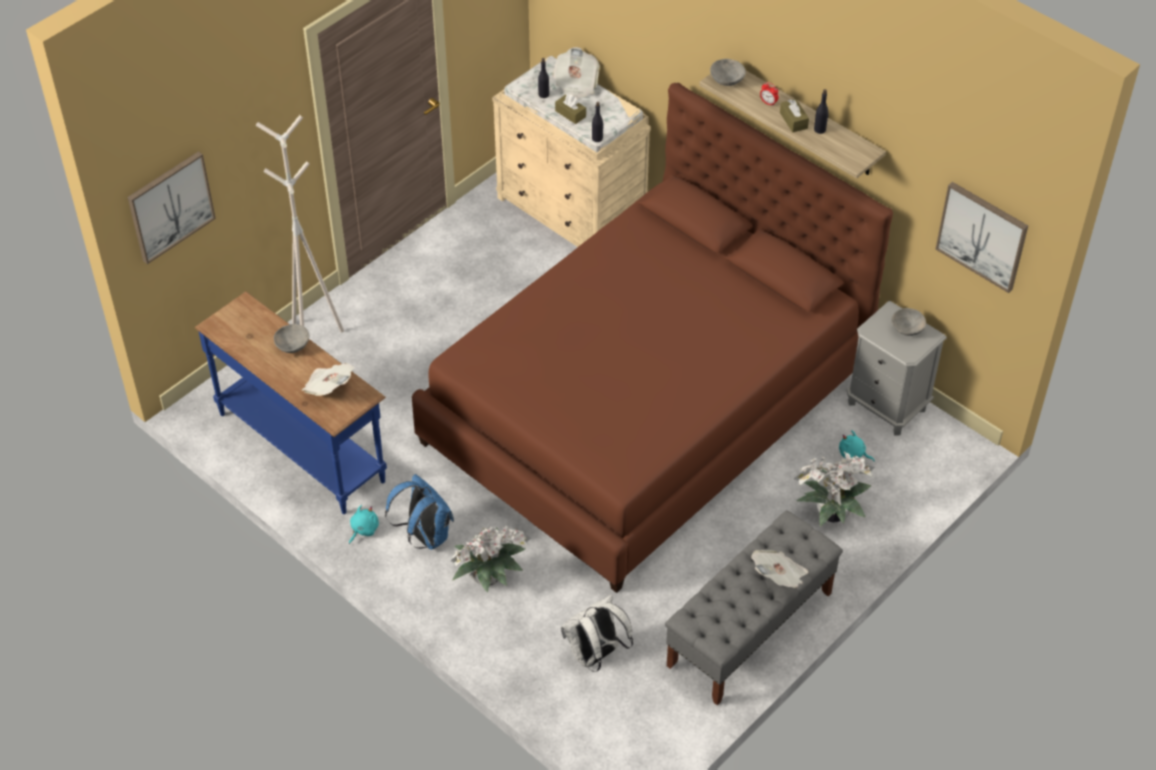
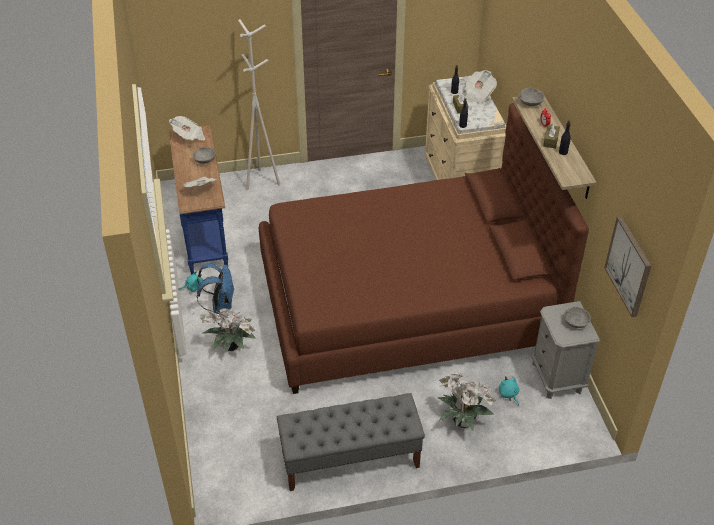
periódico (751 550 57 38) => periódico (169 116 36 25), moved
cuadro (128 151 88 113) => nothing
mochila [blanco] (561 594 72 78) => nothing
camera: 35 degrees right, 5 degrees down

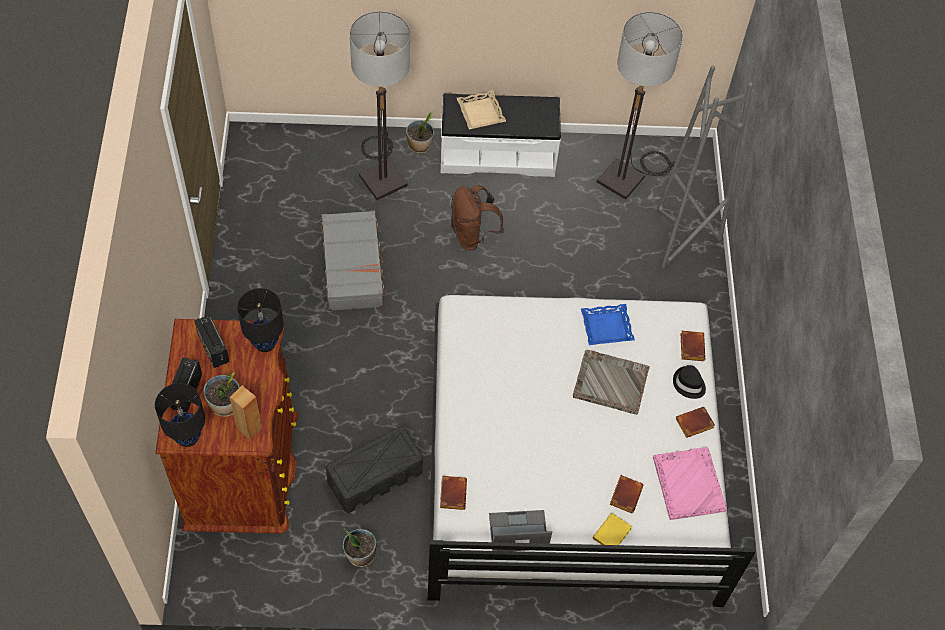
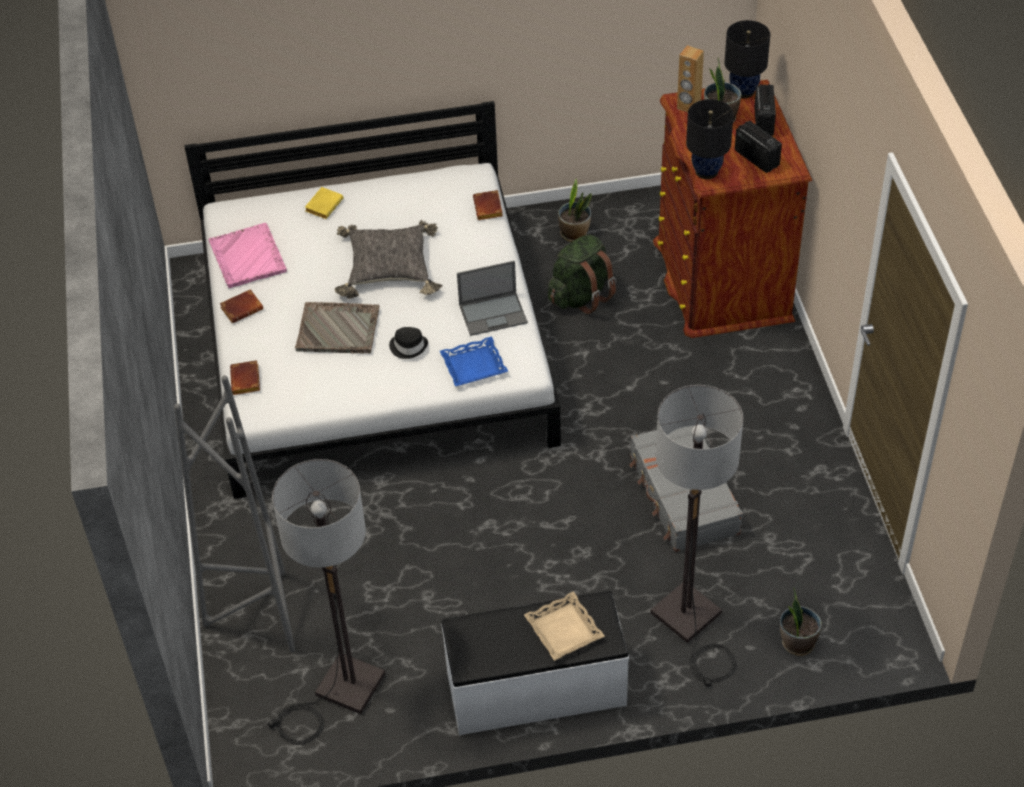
nothing => cojín (334 220 109 79)
sombrero [negro] (673 365 33 34) => sombrero [negro] (389 327 39 32), moved
bandeja [azul] (581 304 54 41) => bandeja [azul] (440 336 68 50), moved
portátil (489 510 63 41) => portátil (457 261 71 75), moved
caja de almacenaje [negro] (326 426 97 87) => mochila [verde] (548 234 68 80)
planta en maceta (406 112 28 42) => planta en maceta (780 587 42 69), moved
mochila [marrón] (450 185 54 66) => nothing
libro [marrón] (609 475 35 38) => nothing
camera: 175 degrees right, 10 degrees down

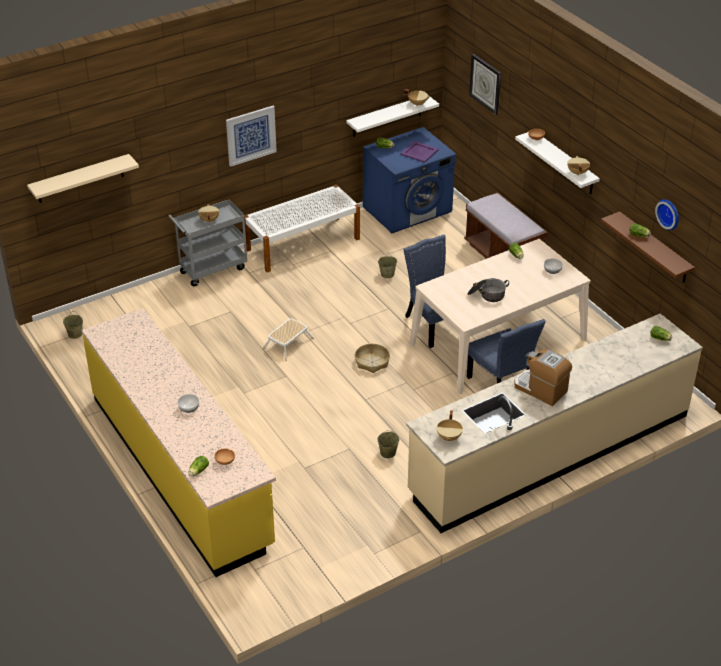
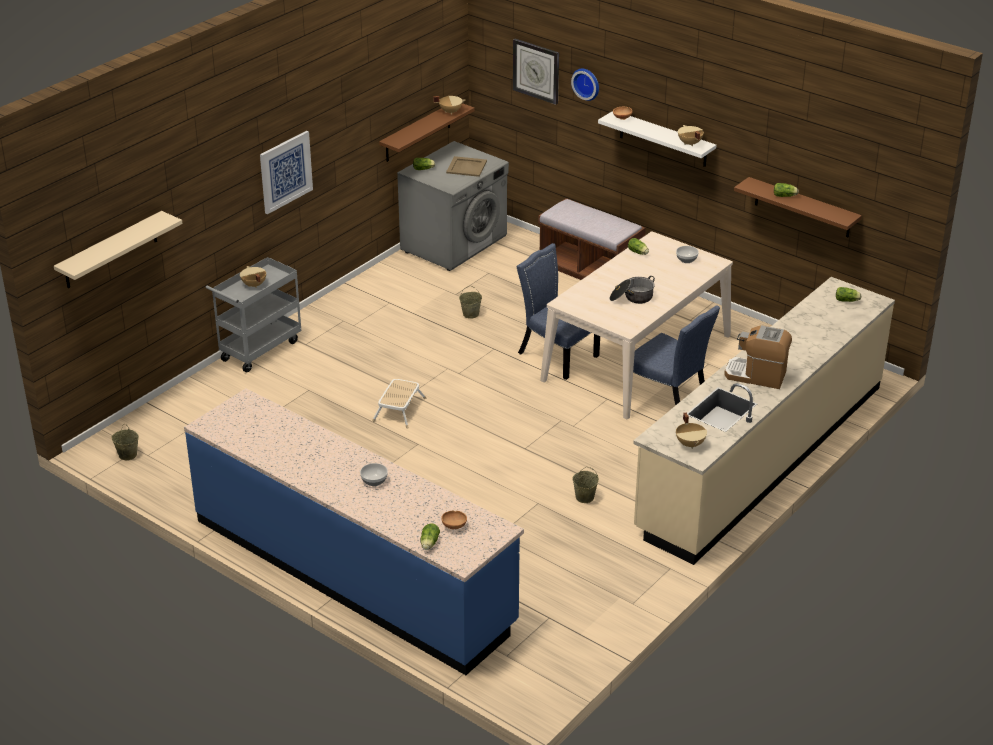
mueble bajo de cocina [amarillo] (82 308 194 269) => mueble bajo de cocina [azul] (184 388 340 287)
estante [blanco] (346 95 93 42) => estante [marrón] (379 104 96 58)
lavadora [azul] (363 127 93 107) => lavadora [gris] (397 141 112 130)
bandeja [morado] (400 141 39 22) => bandeja [beis] (446 156 41 21)
reloj de pared (655 199 24 31) => reloj de pared (571 69 28 32), moved
banco [blanco] (244 185 116 88) => nothing
cesta (355 344 35 29) => nothing
camera: 20 degrees left, 5 degrees down

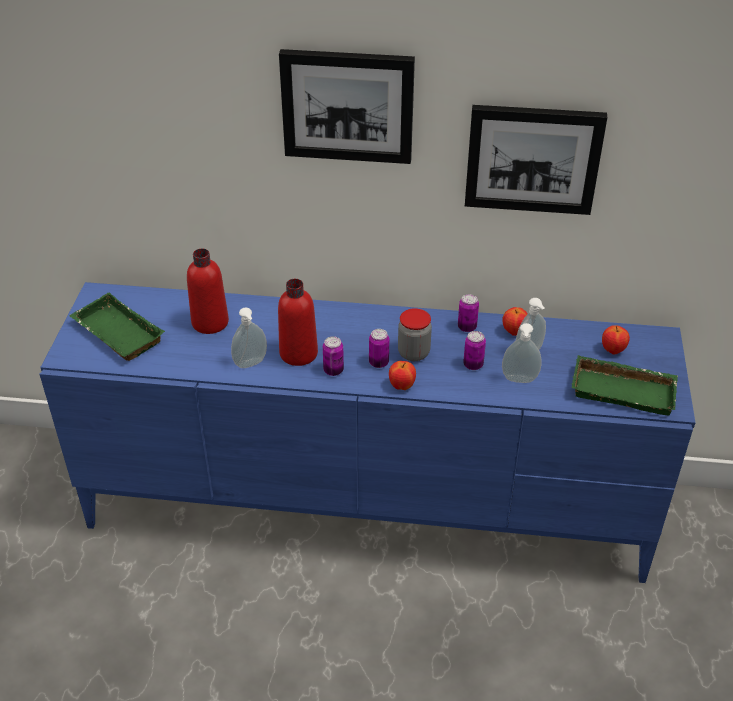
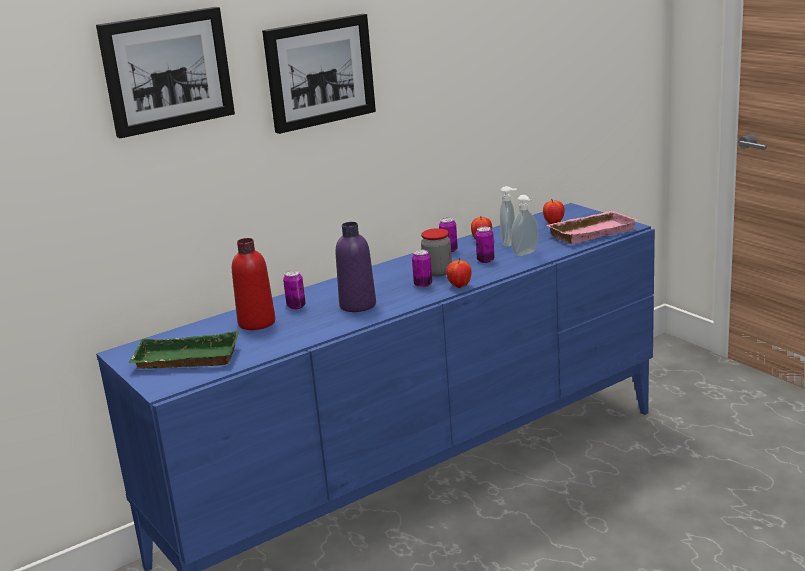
cuadro (465 105 142 110) => cuadro (96 7 139 131), moved
lata (323 336 21 40) => lata (283 270 23 40), moved
botella [rojo] (278 279 40 87) => botella [morado] (335 222 41 90)
bandeja [verde] (572 355 106 61) => bandeja [rosa] (547 211 90 33)
dispensador de jabón (231 308 36 60) => nothing
camera: 40 degrees left, 20 degrees down

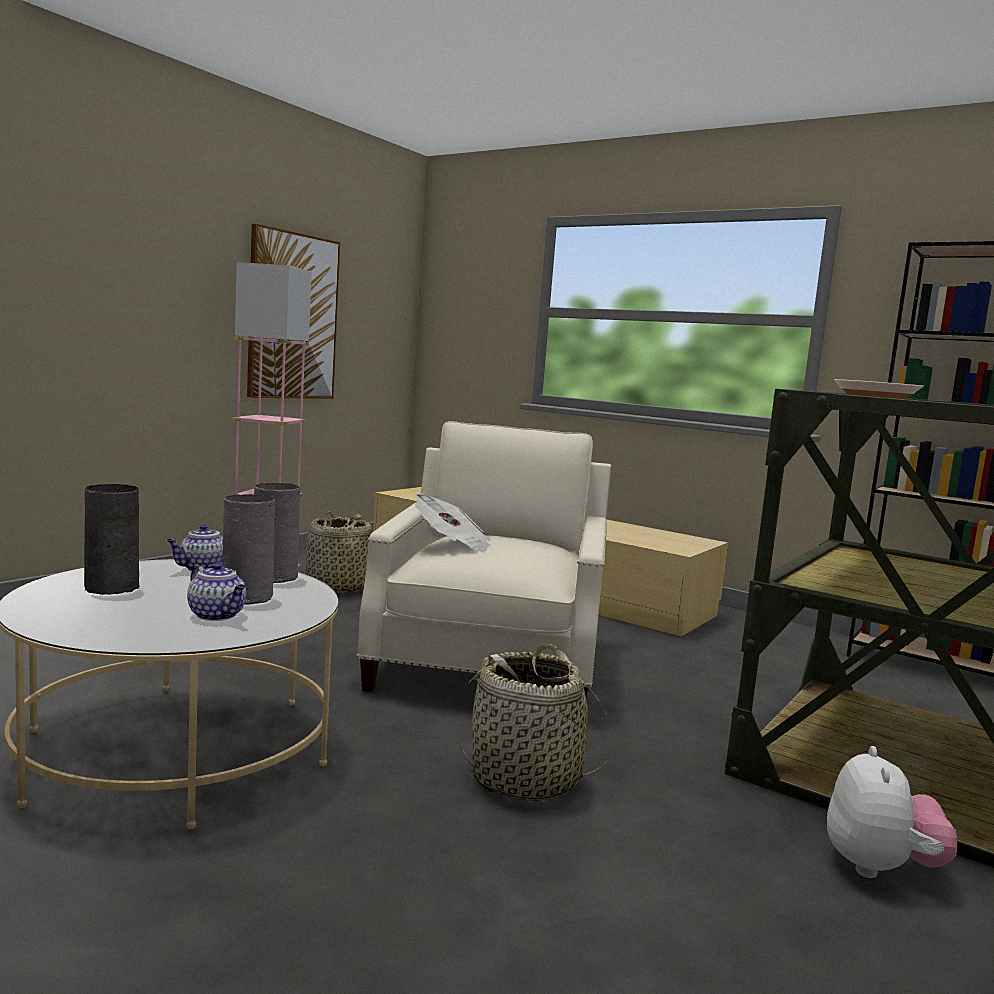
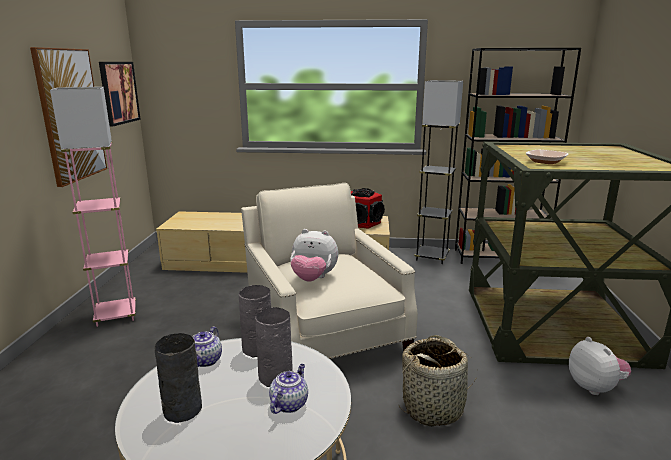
nothing => cuadro (99 62 42 65)
tetera (187 562 59 59) => tetera (269 364 39 50), 75 degrees counterclockwise
periódico (415 493 75 60) => peluche (290 229 48 53)
nothing => altavoz (351 188 34 41)
nothing => lámpara de pie [gris] (415 80 48 184)
cesta (306 512 66 81) => nothing
camera: 30 degrees left, 10 degrees up

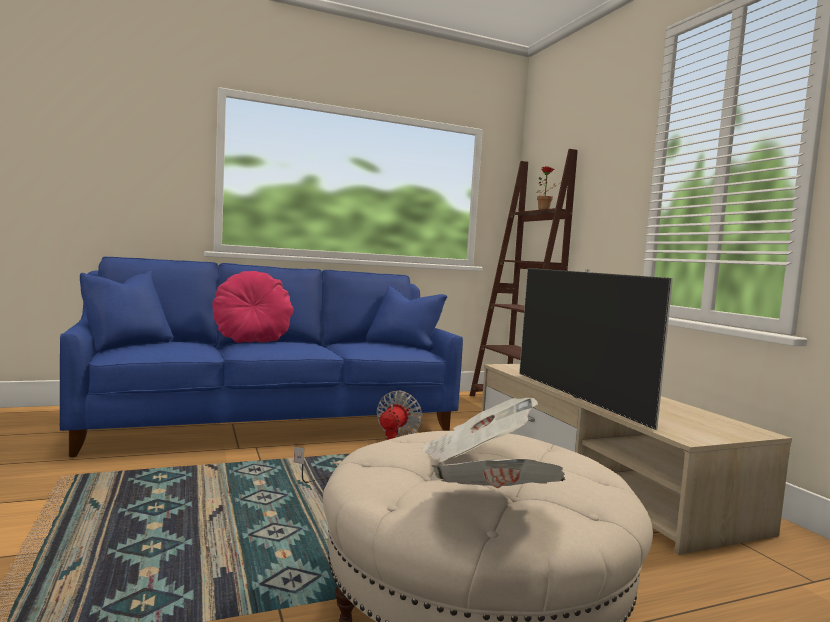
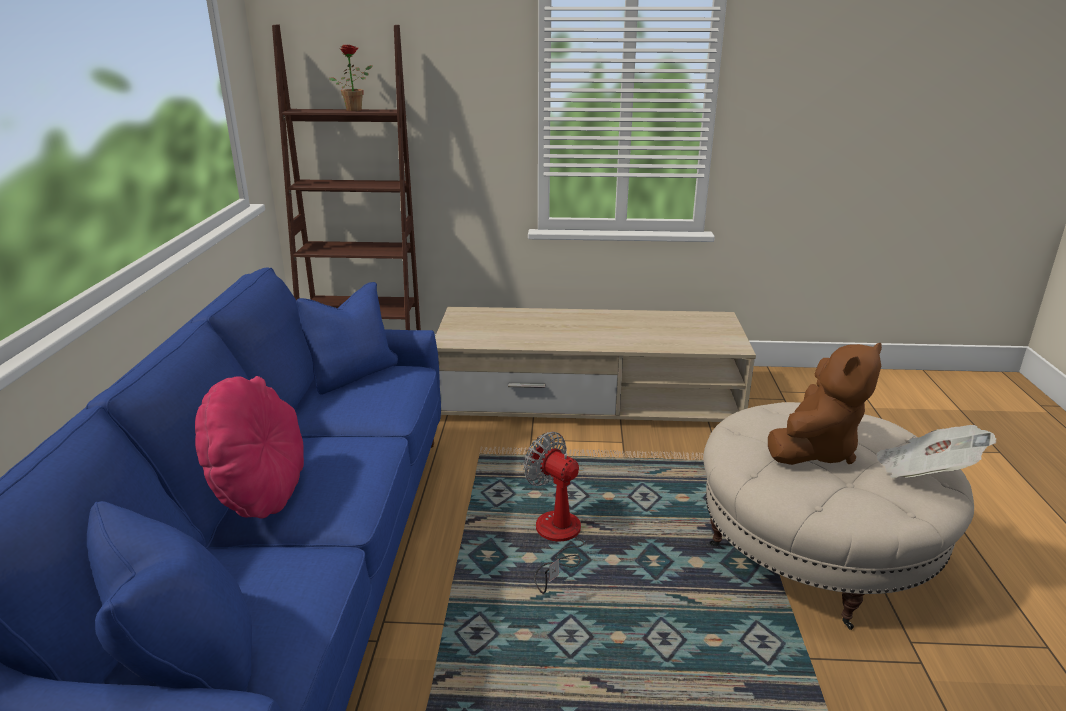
periódico (422 398 116 64) => peluche [marrón] (768 343 114 122)
televisor (519 268 154 162) => nothing
camera: 65 degrees left, 20 degrees up

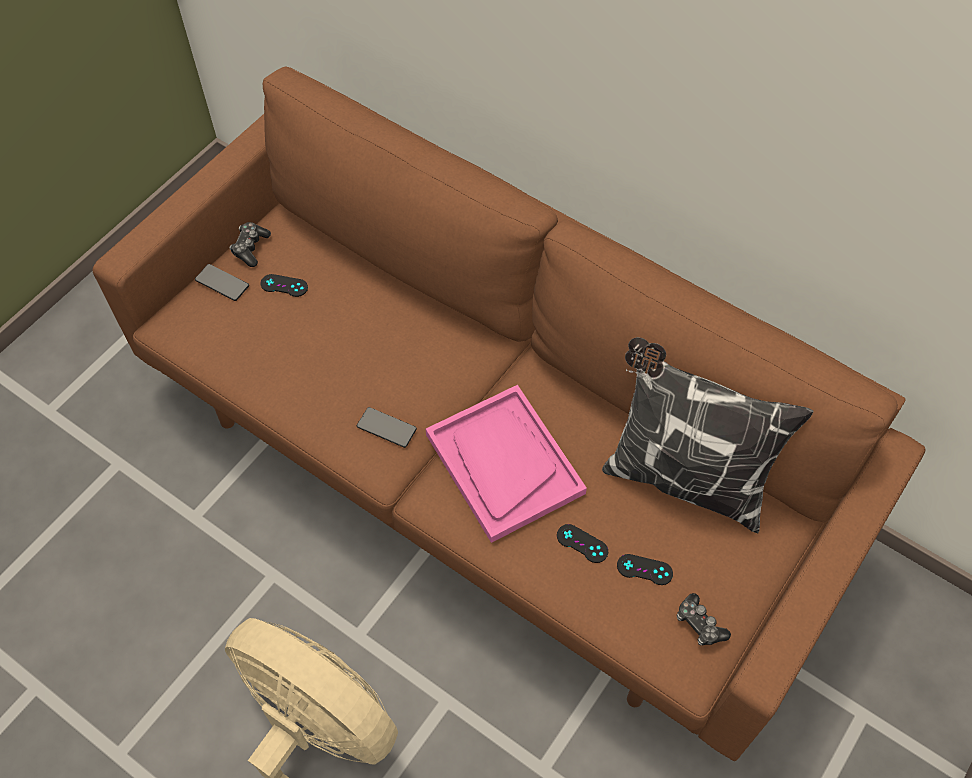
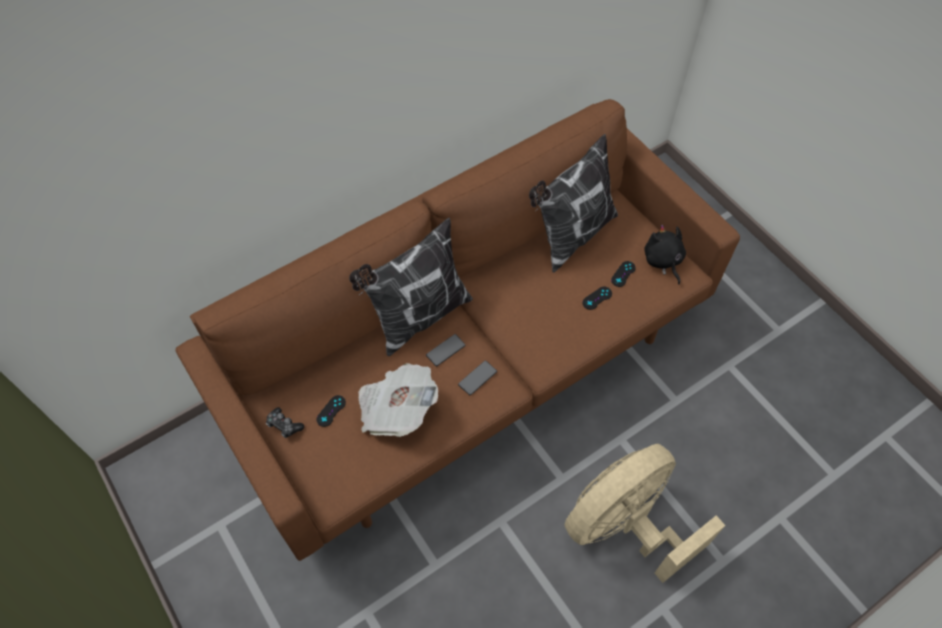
nothing => cojín (349 218 124 138)
nothing => periódico (358 363 80 74)
móvil (195 264 54 37) => móvil (426 334 40 32), moved
mando de consola (677 593 54 53) => peluche [negro] (645 225 41 60)
bandeja [rosa] (426 385 161 158) => nothing
camera: 70 degrees left, 0 degrees up

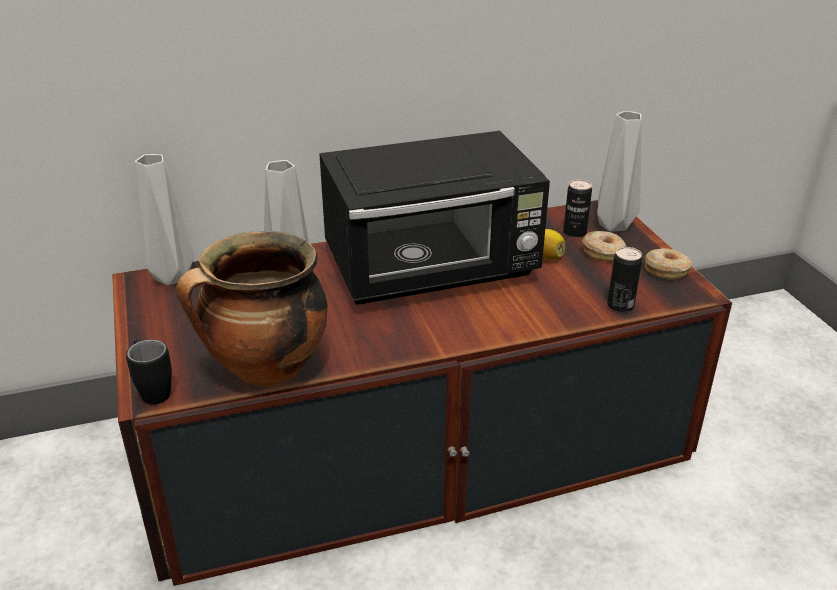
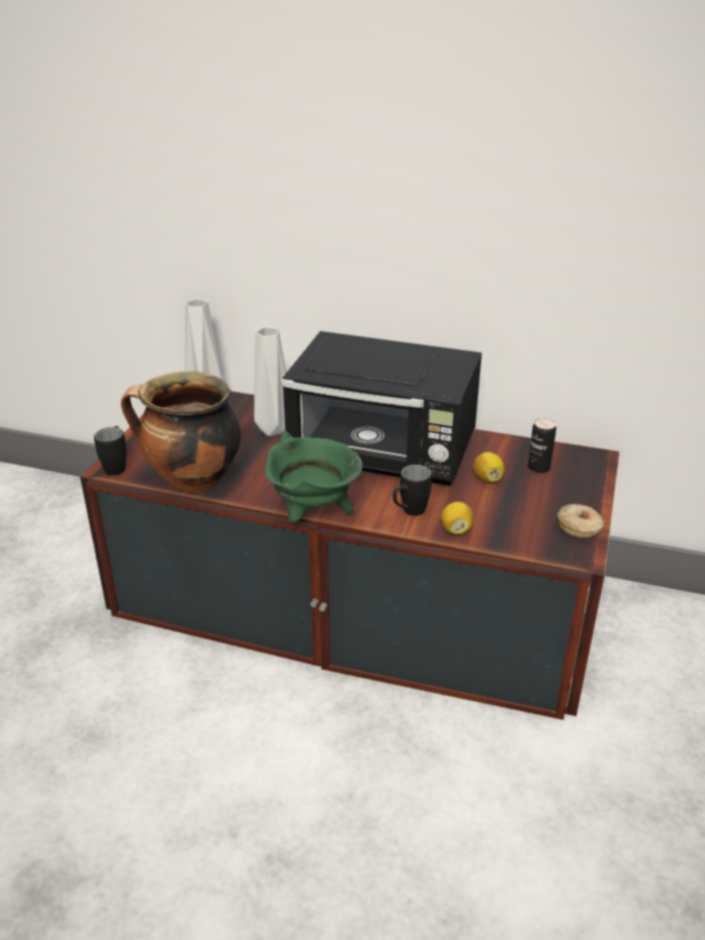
nothing => olla [verde] (265 430 98 91)
nothing => taza grande [negro] (393 465 39 51)
nothing => limón (441 502 33 33)
rosquilla (582 231 45 30) => nothing
florero [gris] (597 111 44 121) => nothing
lata (607 247 35 66) => nothing
camera: 35 degrees right, 0 degrees up

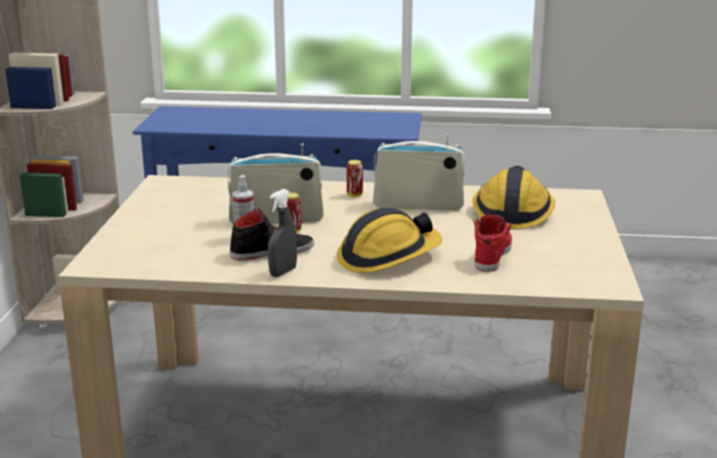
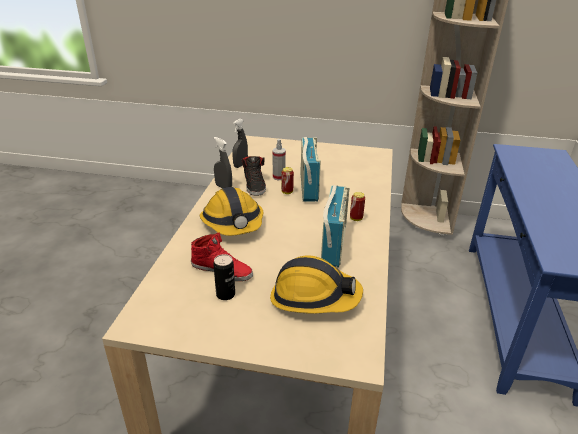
nothing => lata (213 254 22 46)
nothing => pulverizador [gris] (232 119 16 49)
camera: 95 degrees right, 10 degrees up

